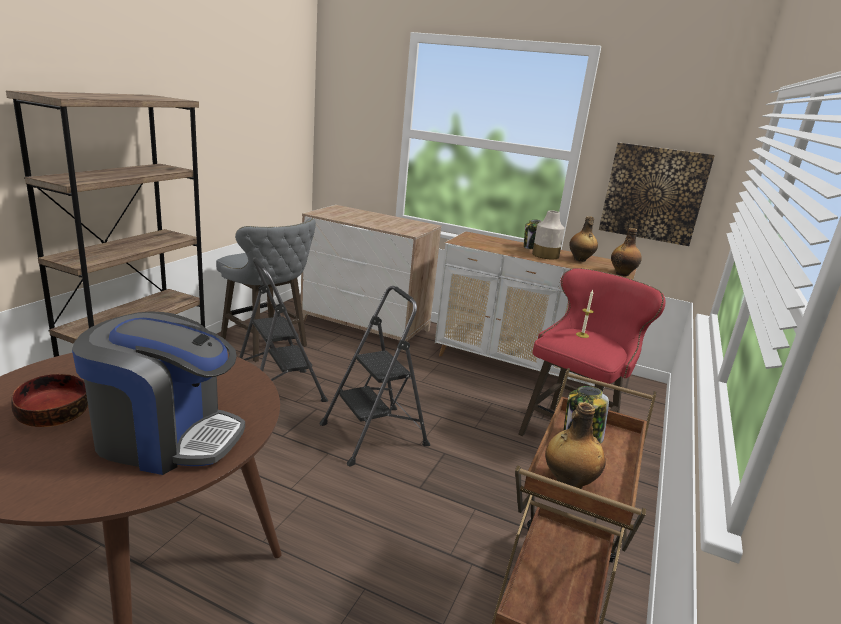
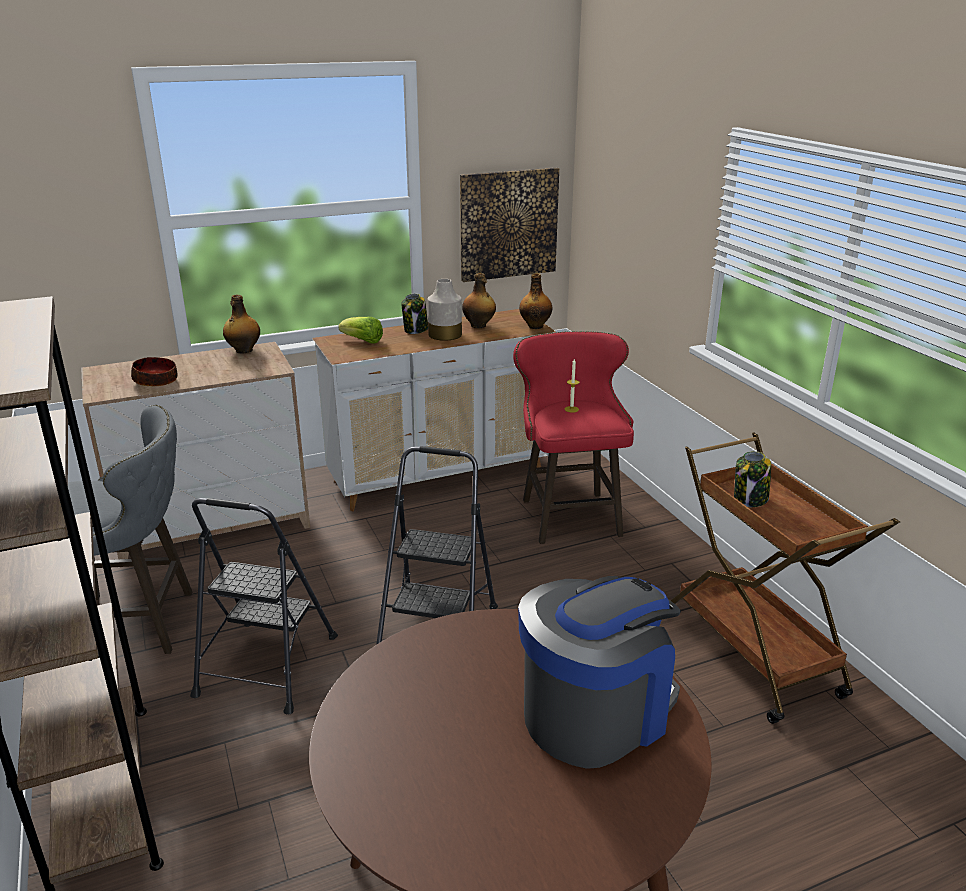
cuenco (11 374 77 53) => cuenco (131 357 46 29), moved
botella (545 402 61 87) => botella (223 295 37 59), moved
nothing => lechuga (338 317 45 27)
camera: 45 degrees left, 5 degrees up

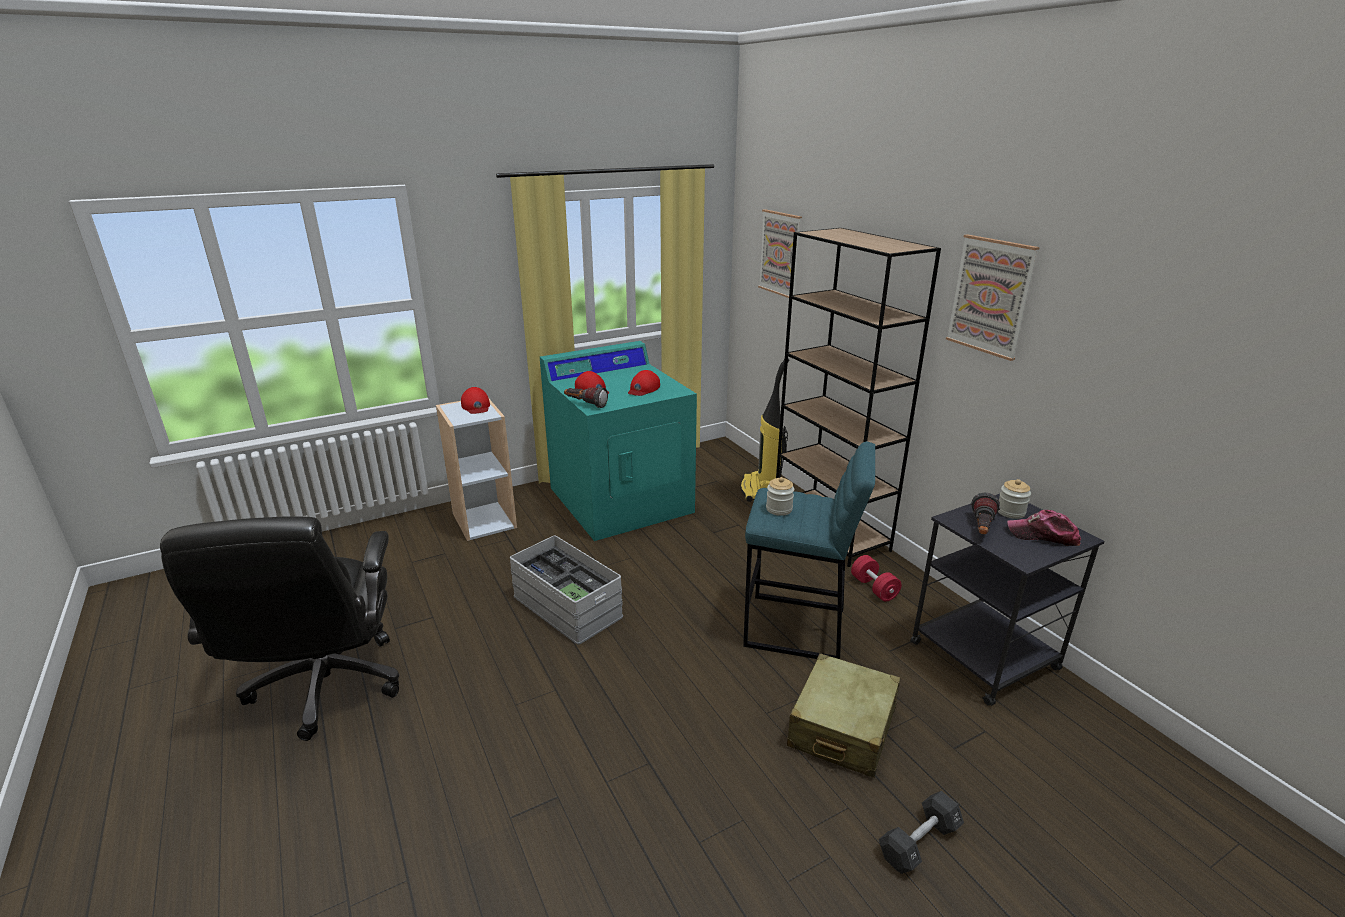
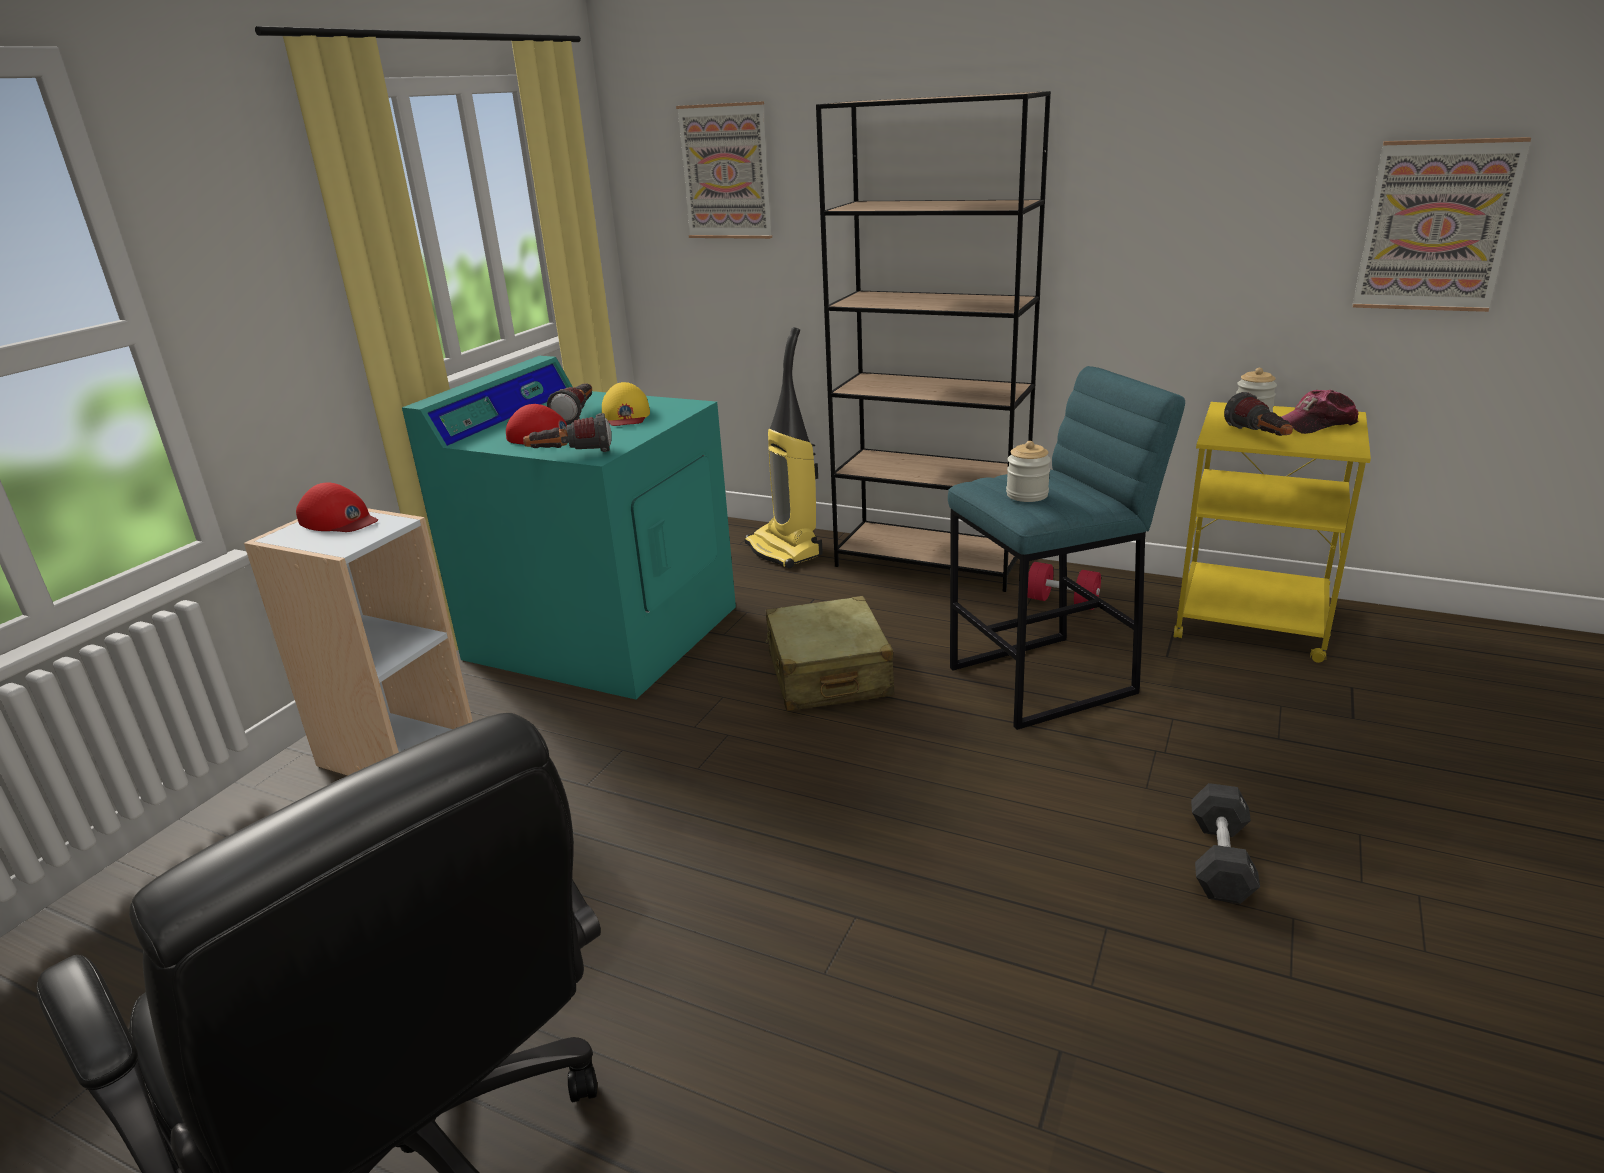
nothing => linterna (547 384 45 41)
gorra [rojo] (628 370 32 26) => gorra [amarillo] (602 382 48 44)
maleta [beis] (787 653 113 125) => maleta [beis] (765 596 129 115), moved
carrito [negro] (910 494 195 212) => carrito [amarillo] (1174 402 197 261)
mancuerna [negro] (879 791 85 83) => mancuerna [negro] (1191 783 69 121), moved
cuadro (946 234 94 127) => cuadro (1353 137 178 175), moved
caja de almacenaje [gris] (510 536 113 108) => nothing
camera: 35 degrees left, 0 degrees up

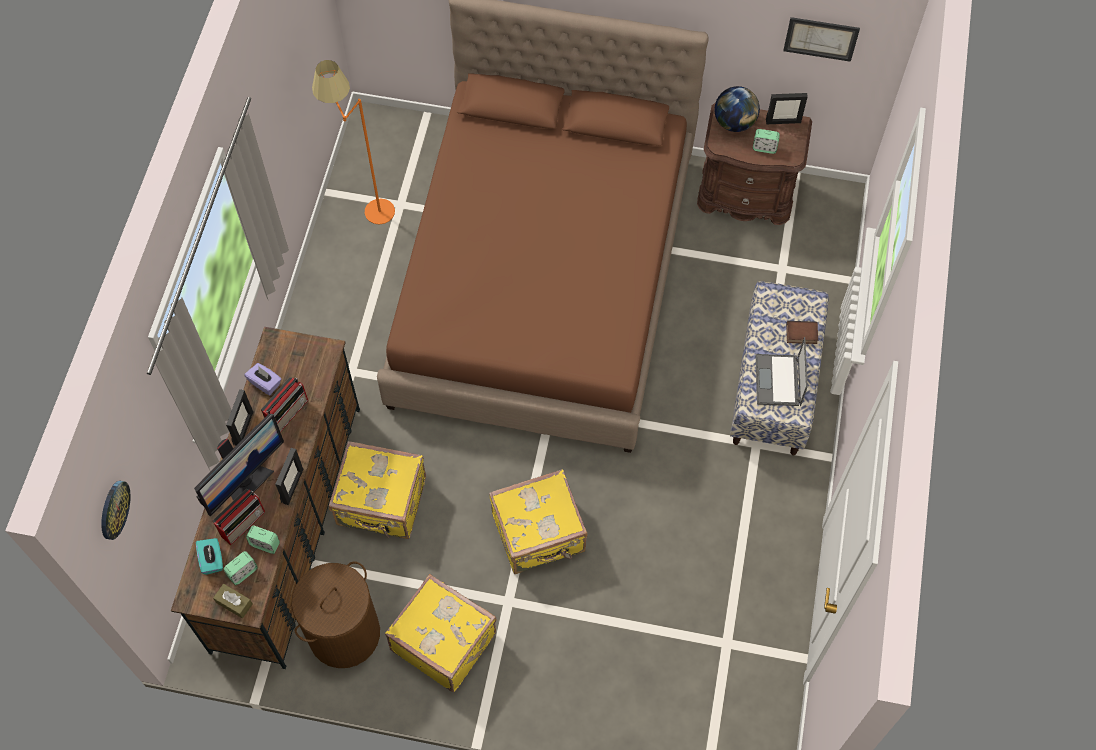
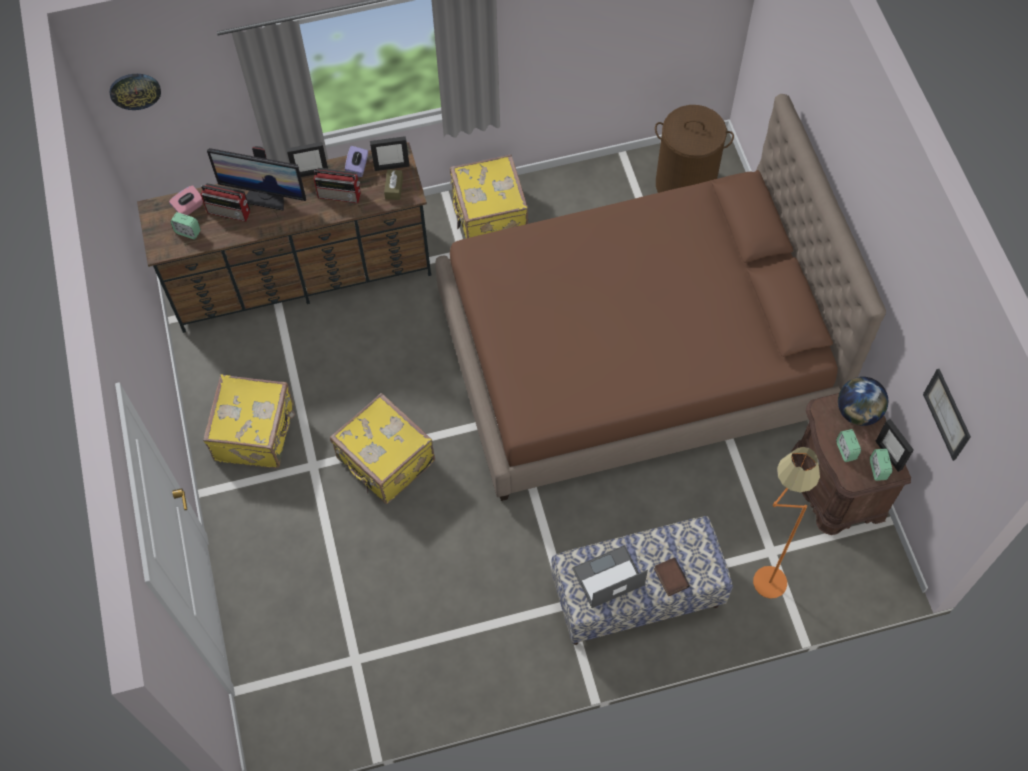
caja de pañuelos [turquesa] (196 538 27 37) => caja de pañuelos [rosa] (169 185 34 30)
portarretratos (275 448 29 57) => portarretratos (370 136 40 35), moved
caja de pañuelos [marrón] (213 584 40 34) => caja de pañuelos [marrón] (384 170 19 30), moved
maleta [amarillo] (329 441 97 98) => maleta [amarillo] (450 154 78 84), moved
cesto de la ropa [marrón] (292 561 88 107) => cesto de la ropa [marrón] (655 105 79 88), moved
lámpara de pie [naranja] (312 60 83 164) => lámpara de pie [naranja] (753 447 67 152), moved
despertador (246 526 34 28) => despertador (870 449 22 32), moved
camera: 65 degrees right, 0 degrees up

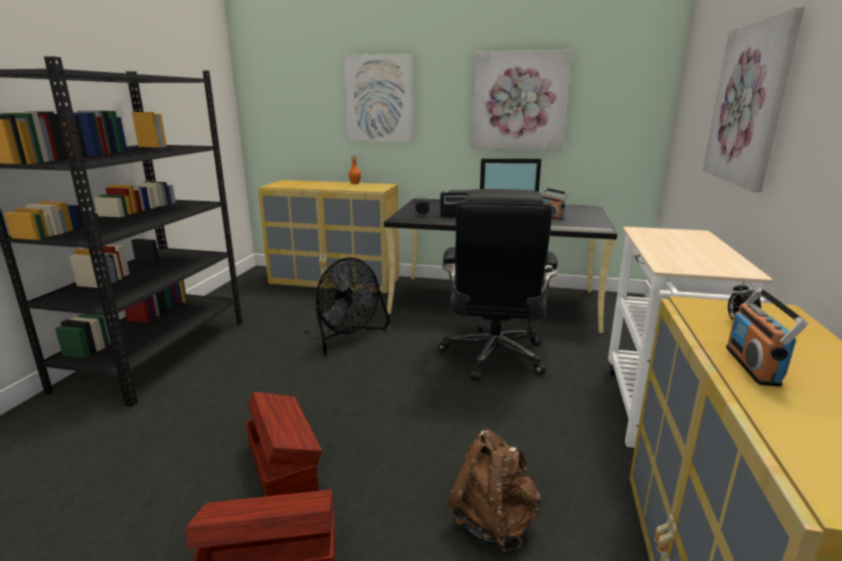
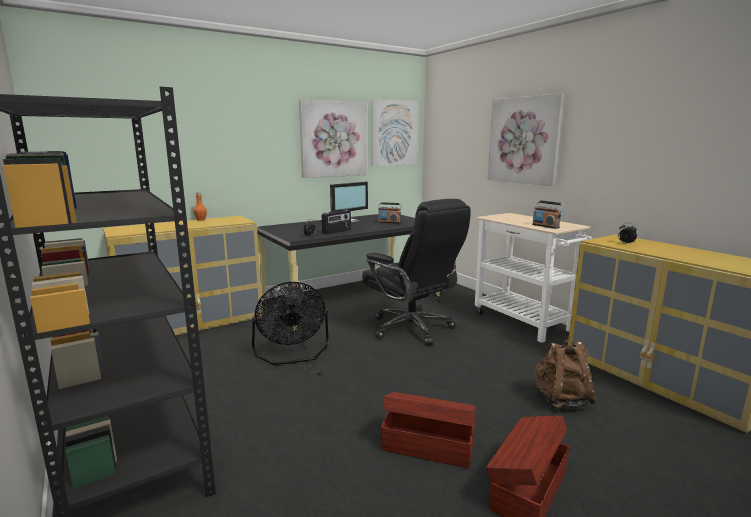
ventilador [negro] (304 258 86 98) => ventilador [negro] (252 282 77 93), 105 degrees counterclockwise
cuadro (343 54 70 88) => cuadro (372 99 46 67), moved
radio (726 288 82 99) => radio (532 200 32 29), moved
camera: 45 degrees left, 5 degrees down

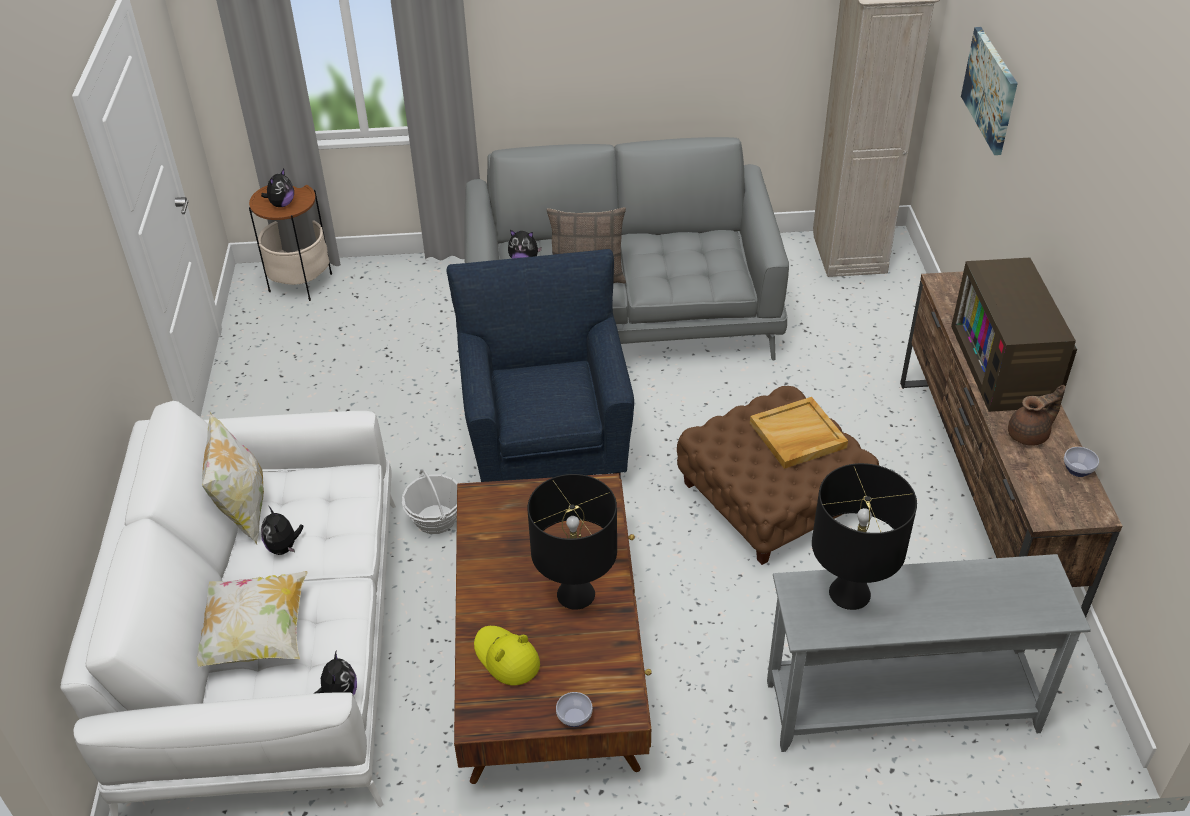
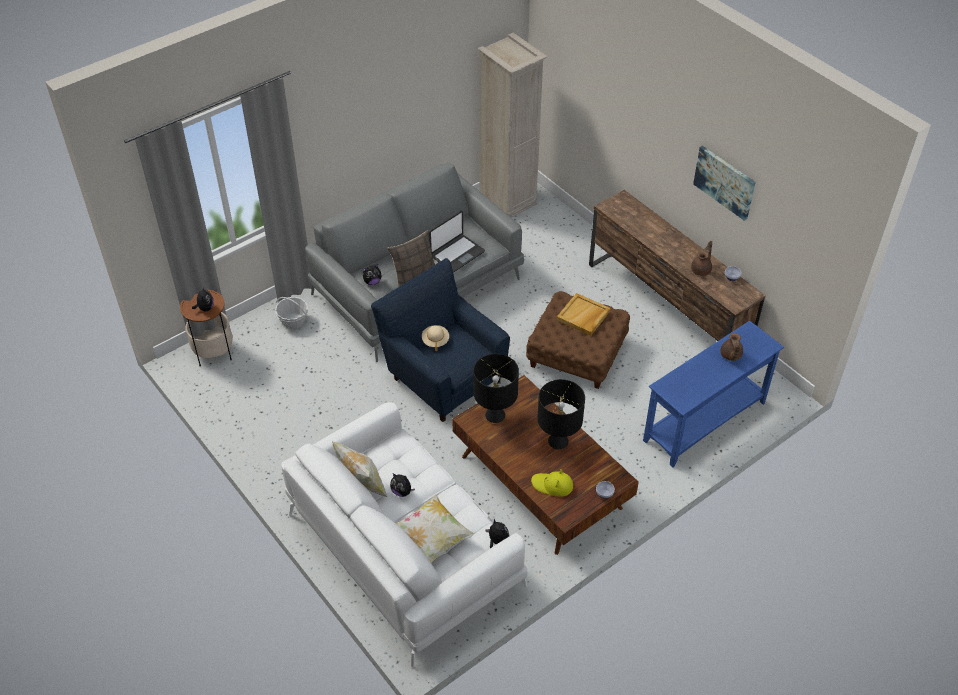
cesta (402 469 56 65) => cesta (275 297 33 32), moved
nothing => sombrero [beis] (422 325 27 26)
nothing => portátil (429 211 56 61)
lámpara de mesa [negro] (812 463 105 147) => lámpara de mesa [negro] (473 354 46 69), moved
mesa consola [gris] (767 554 324 198) => mesa consola [azul] (643 321 141 146)
cuadro (961 27 57 128) => cuadro (693 146 63 75), moved
nothing => tetera [marrón] (721 333 22 28)
televisor (951 258 126 154) => nothing
camera: 35 degrees left, 5 degrees up

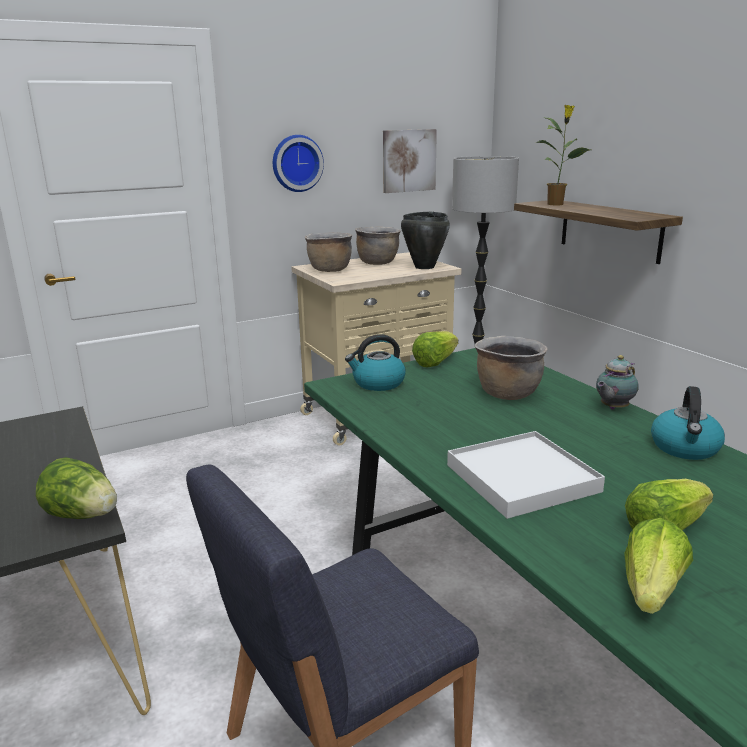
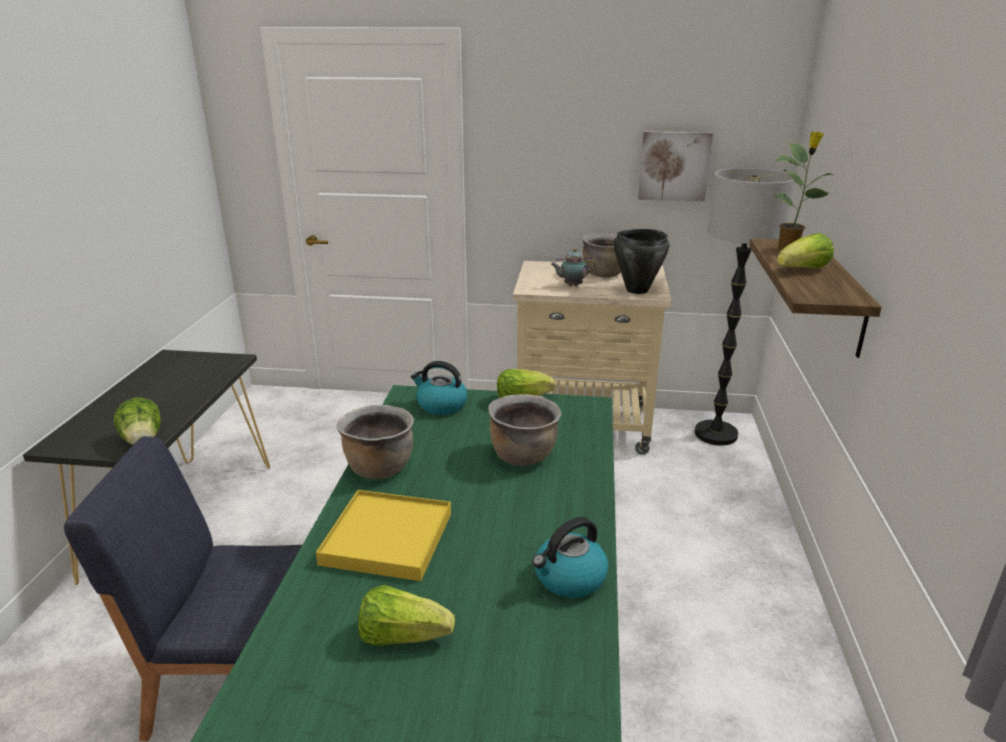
bandeja [blanco] (447 431 158 88) => bandeja [amarillo] (316 490 135 91)
olla [marrón] (305 232 48 40) => olla [marrón] (336 405 78 74), moved
tetera (596 355 43 54) => tetera (550 248 46 38), moved
lechuga (624 518 69 96) => lechuga (777 233 57 36), moved
reloj de pared (273 135 51 57) => nothing
camera: 35 degrees right, 5 degrees up

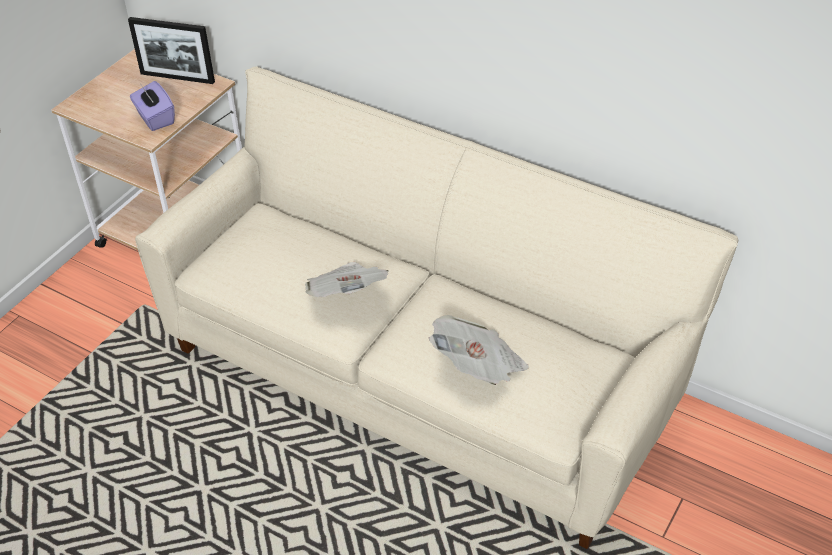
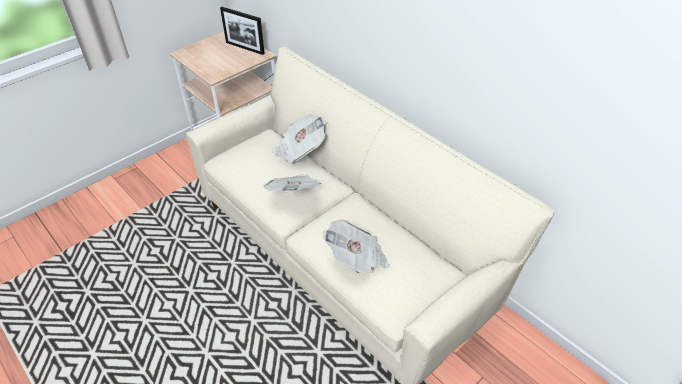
nothing => periódico (272 114 54 50)
caja de pañuelos [morado] (130 81 45 50) => nothing
camera: 15 degrees right, 0 degrees up

